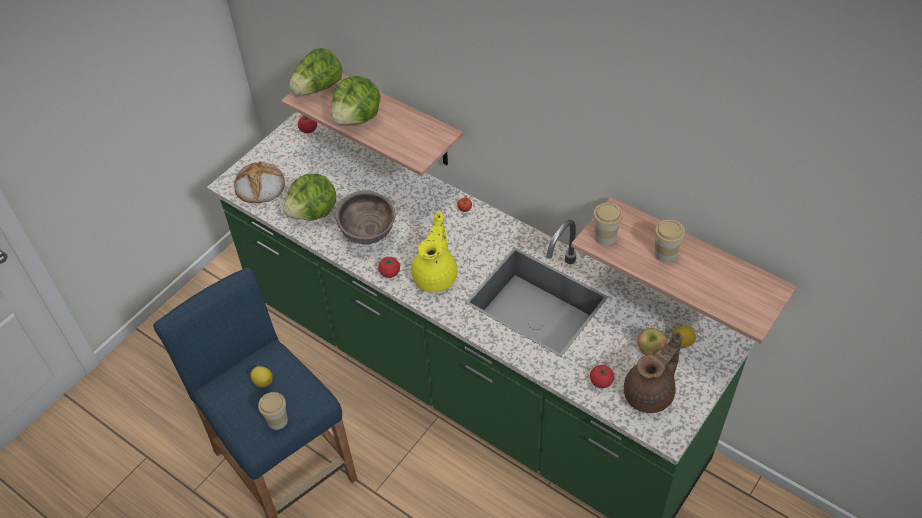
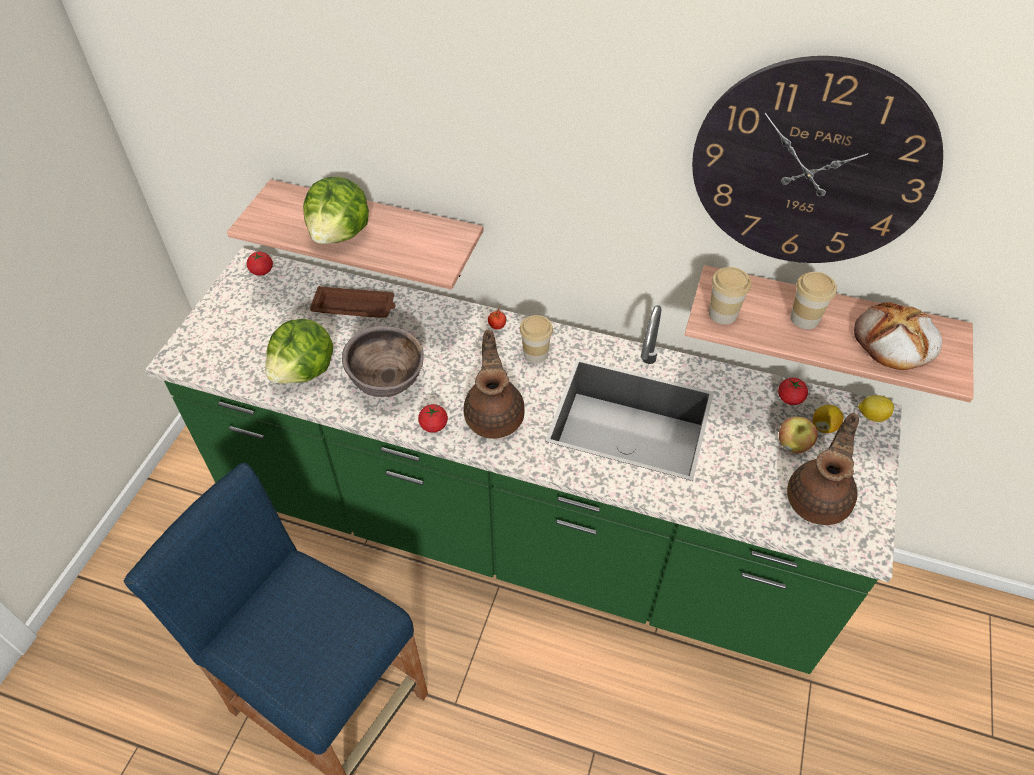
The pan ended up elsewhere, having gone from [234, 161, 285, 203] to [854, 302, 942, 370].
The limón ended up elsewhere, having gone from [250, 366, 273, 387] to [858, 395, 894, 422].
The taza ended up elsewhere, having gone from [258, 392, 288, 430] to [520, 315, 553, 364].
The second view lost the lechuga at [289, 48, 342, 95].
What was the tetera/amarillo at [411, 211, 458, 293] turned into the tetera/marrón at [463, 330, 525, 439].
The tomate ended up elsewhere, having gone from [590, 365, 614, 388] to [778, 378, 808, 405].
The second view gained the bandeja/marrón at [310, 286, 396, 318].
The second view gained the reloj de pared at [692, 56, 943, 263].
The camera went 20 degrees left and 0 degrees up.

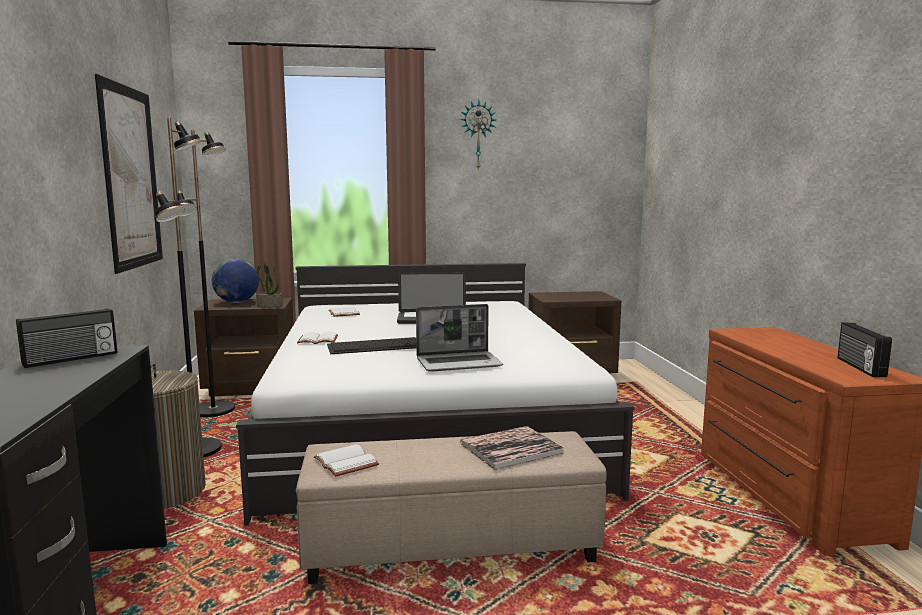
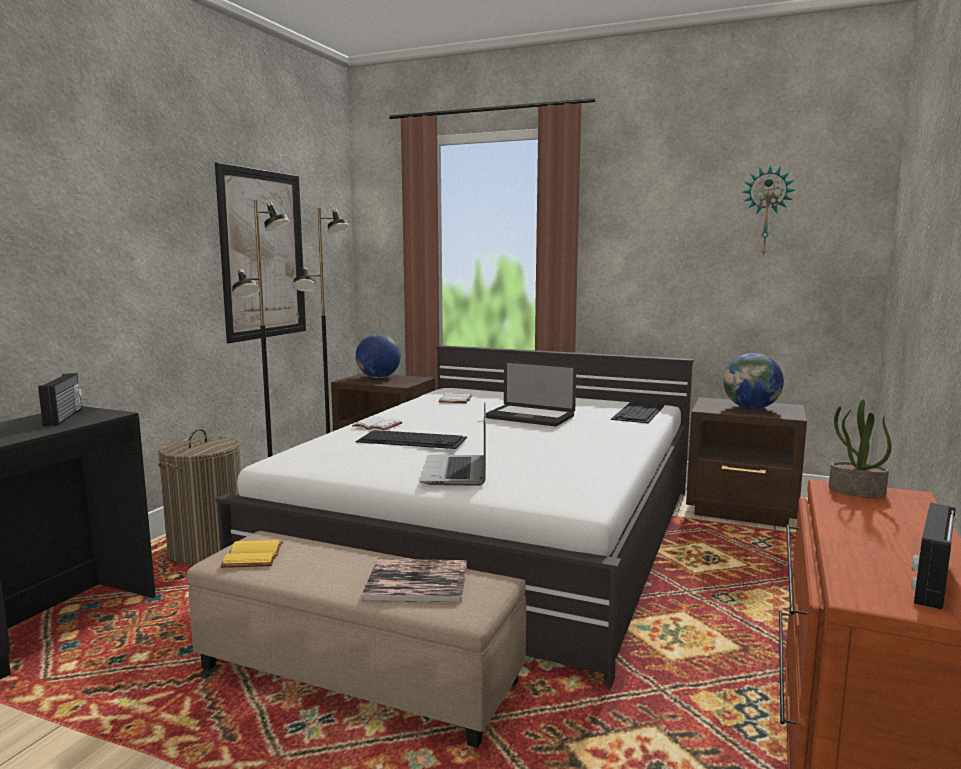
The radio at [16, 308, 117, 368] ended up facing another way, 90 degrees counterclockwise from before.
The planta en maceta ended up elsewhere, having gone from [256, 261, 283, 307] to [829, 399, 892, 497].
What was the libro/blanco at [314, 444, 379, 477] turned into the libro/amarillo at [220, 540, 283, 568].
The portátil at [416, 304, 503, 372] ended up facing another way, 75 degrees clockwise from before.
The reloj de pared ended up elsewhere, having gone from [460, 100, 497, 169] to [743, 165, 795, 257].
The second view gained the teclado at [611, 401, 665, 423].
The second view gained the globo terráqueo at [724, 353, 784, 409].
The camera went 30 degrees right and 0 degrees up.

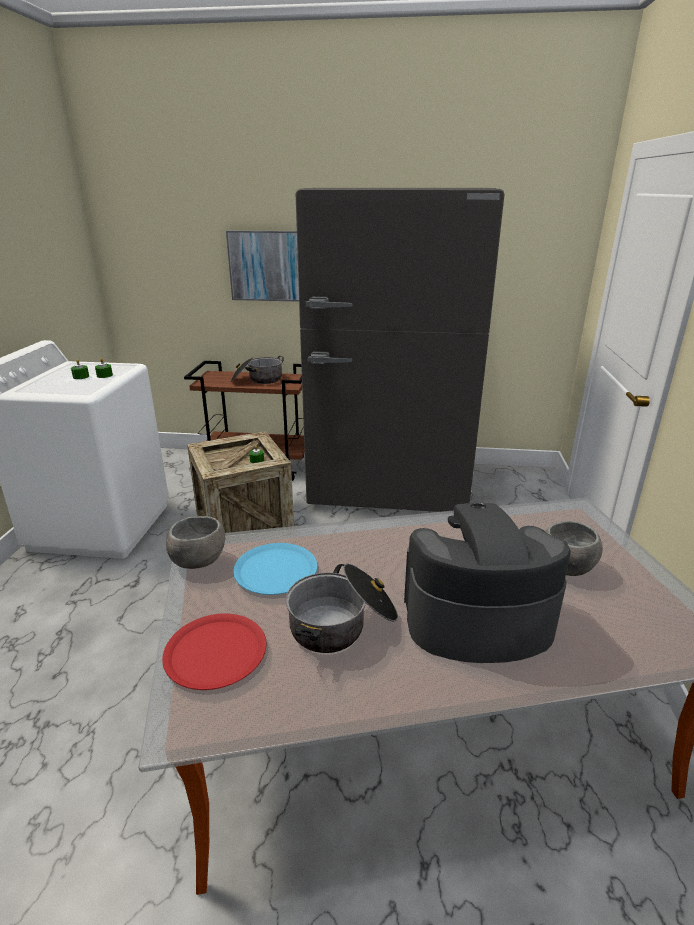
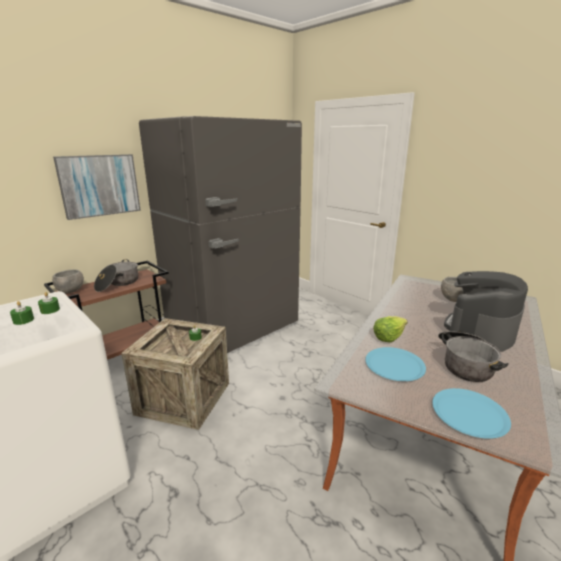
What was the plato/rojo at [162, 614, 266, 690] turned into the plato/azul at [432, 388, 511, 439].
The cuenco/gris ended up elsewhere, having gone from [166, 516, 225, 569] to [52, 269, 84, 293].
The second view gained the lechuga at [373, 316, 408, 342].
The camera went 50 degrees left and 5 degrees down.

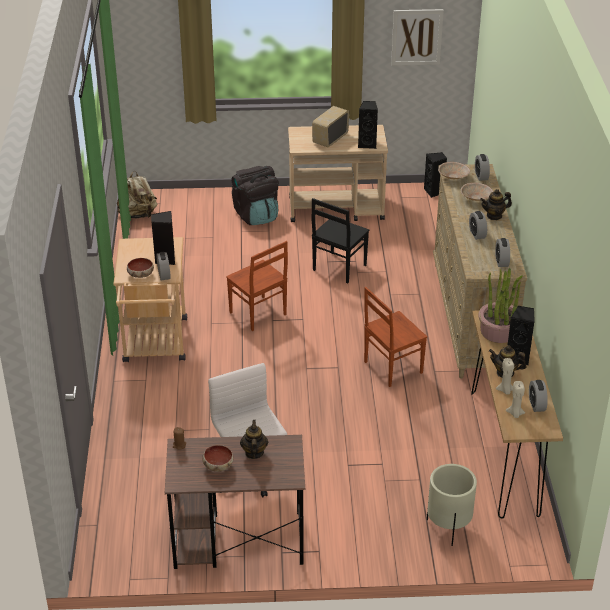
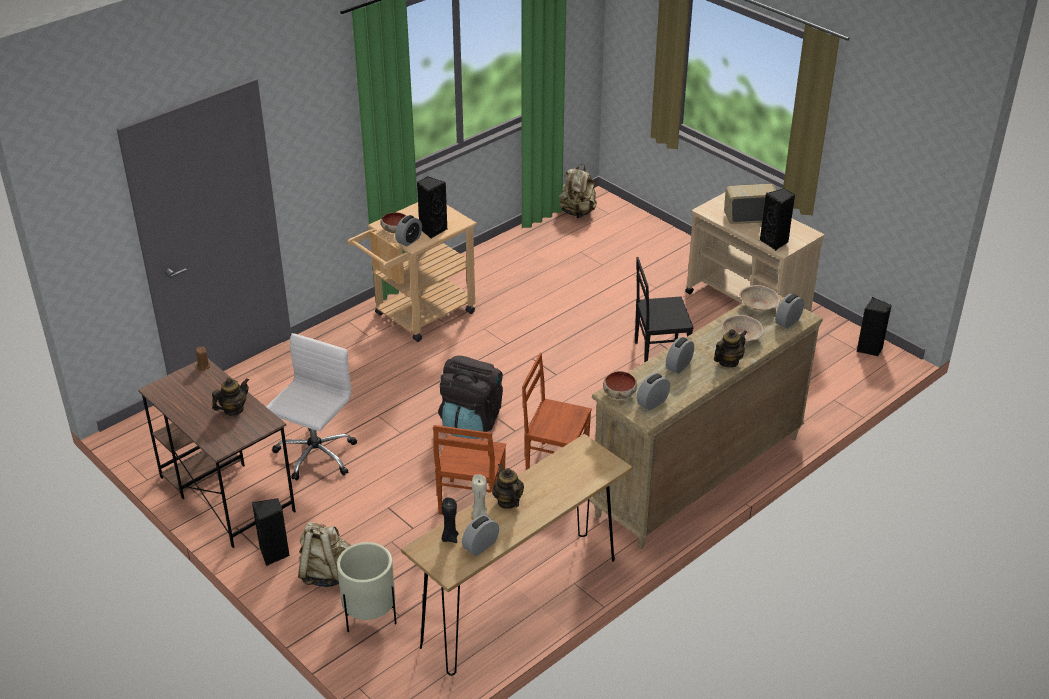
The cuenco ended up elsewhere, having gone from [202, 445, 234, 472] to [603, 371, 637, 399].
The silla/marrón ended up elsewhere, having gone from [226, 241, 288, 331] to [433, 425, 506, 515].
The mochila/negro ended up elsewhere, having gone from [232, 166, 279, 225] to [438, 355, 503, 439].
The second view lost the cuadro at [391, 9, 444, 66].
The second view lost the planta en maceta at [478, 268, 523, 343].
The tetera at [480, 189, 512, 220] ended up facing another way, 105 degrees clockwise from before.
What was the vela/beis at [506, 381, 525, 418] turned into the vela/negro at [442, 497, 459, 543].
The altavoz/negro ended up elsewhere, having gone from [508, 306, 535, 365] to [252, 498, 290, 566].
The second view gained the mochila/beis at [298, 522, 351, 587].
The camera went 50 degrees right and 0 degrees up.

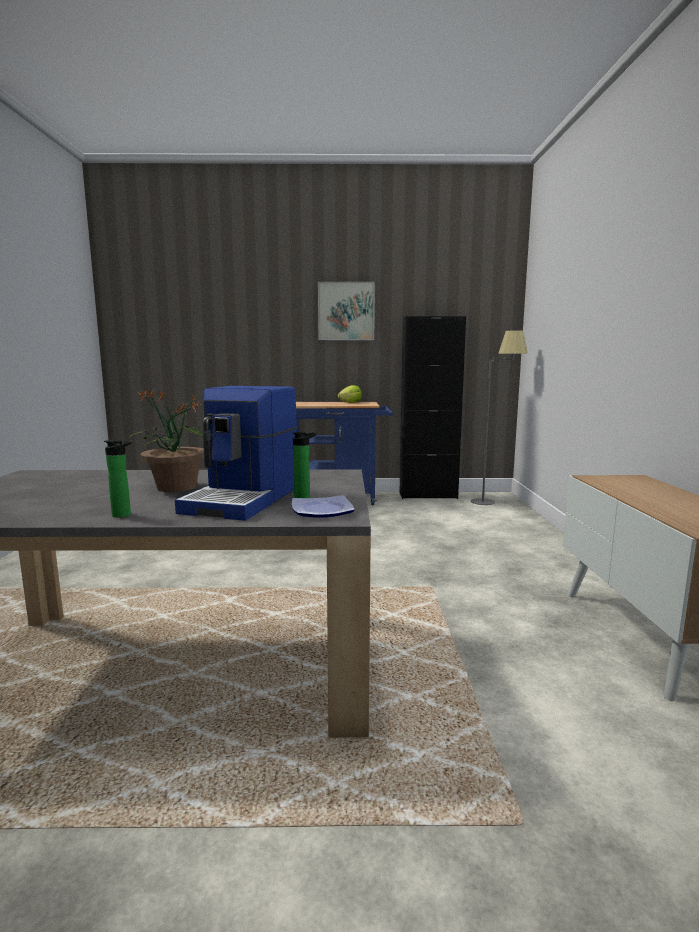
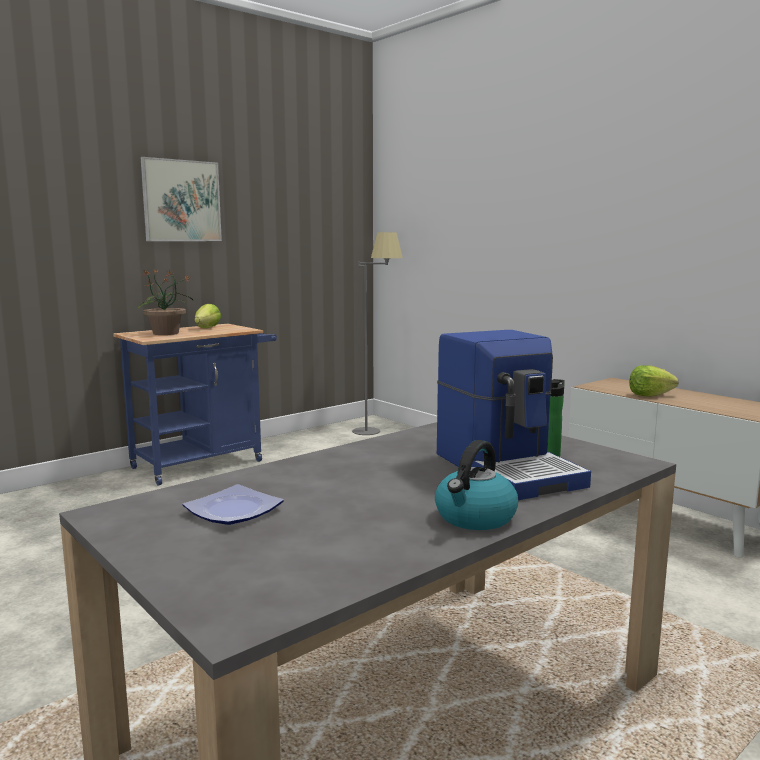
Where the botella stood at [104, 440, 132, 518], the hervidor came to stand at [435, 440, 518, 530].
The planta en maceta ended up elsewhere, having gone from [129, 389, 204, 492] to [138, 269, 193, 335].
The plato ended up elsewhere, having gone from [292, 495, 355, 518] to [183, 484, 284, 525].
The second view lost the armario/negro at [399, 316, 466, 499].
The second view gained the lechuga at [629, 365, 679, 397].
The camera went 40 degrees left and 0 degrees up.

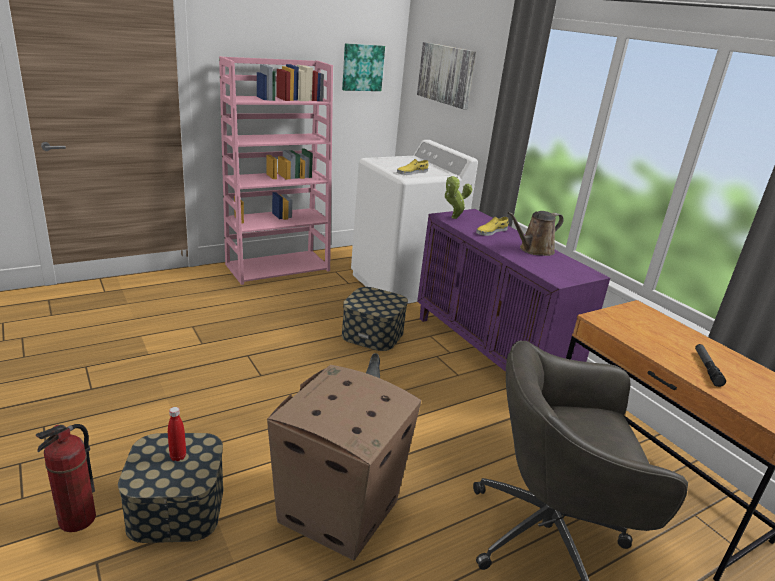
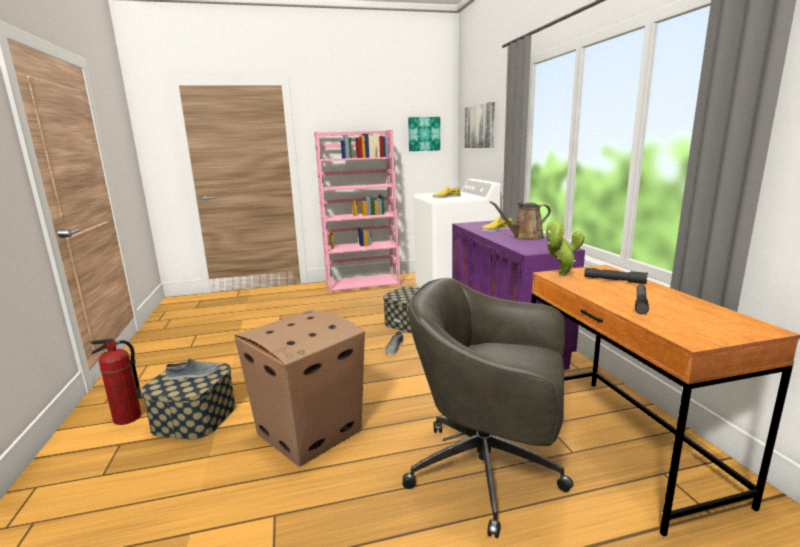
Where the botella/rojo stood at [168, 407, 186, 461], the zapato/gris came to stand at [166, 358, 219, 380].
The planta en maceta ended up elsewhere, having gone from [445, 176, 472, 219] to [546, 221, 585, 276].
The second view gained the linterna/gris at [584, 268, 648, 284].
The camera went 20 degrees right and 10 degrees down.

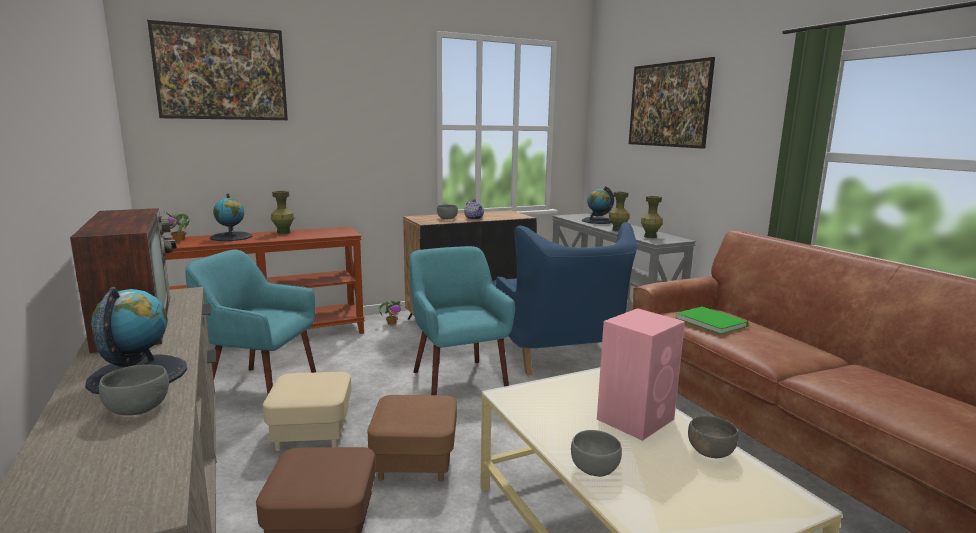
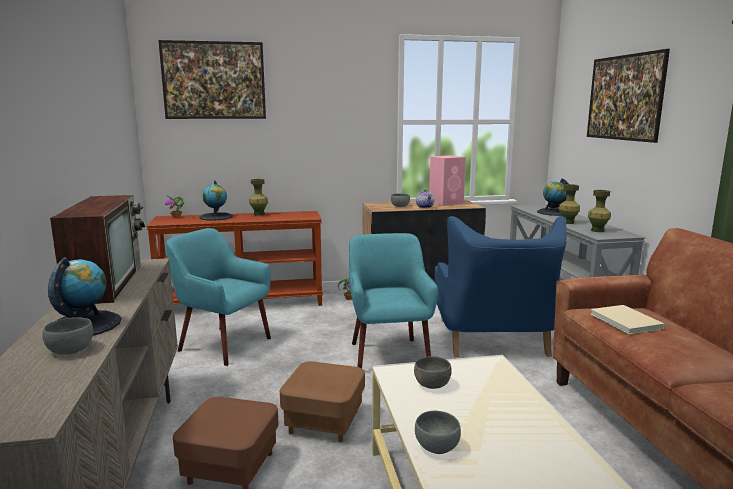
The second view lost the puf/beis at [263, 372, 352, 451].
The altavoz/rosa ended up elsewhere, having gone from [597, 308, 685, 441] to [429, 155, 466, 206].
What was the libro/verde at [676, 307, 748, 334] turned into the libro/beis at [591, 305, 665, 334].
The cuenco/gris ended up elsewhere, having gone from [688, 415, 738, 458] to [414, 356, 452, 389].
The camera went 15 degrees right and 0 degrees up.

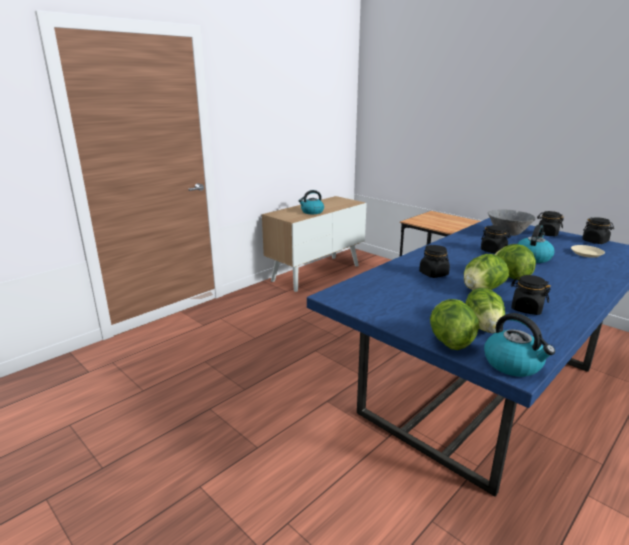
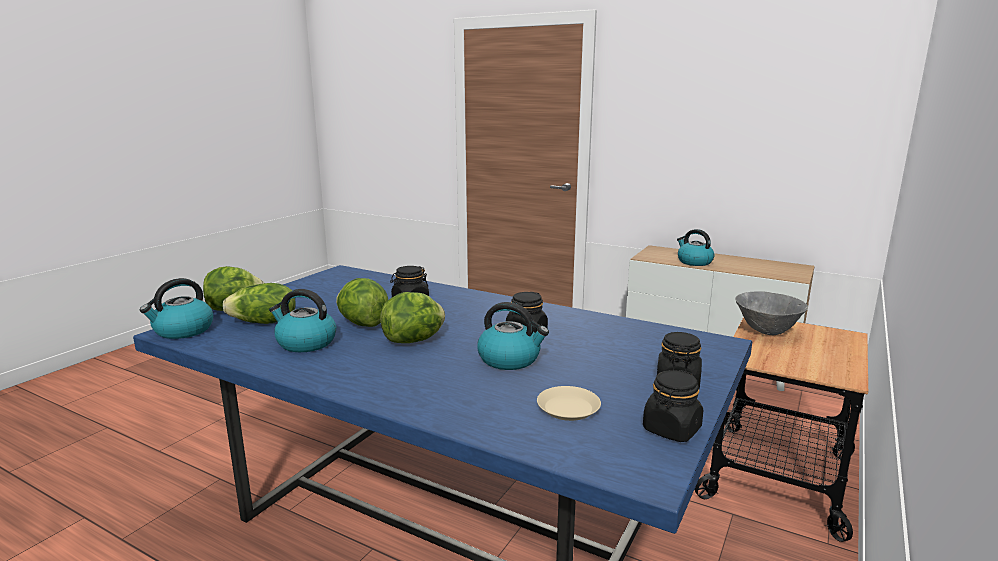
The cuenco/gris ended up elsewhere, having gone from [488, 209, 536, 236] to [735, 291, 808, 335].
Where the tarro/negro stood at [511, 275, 551, 315], the hervidor came to stand at [269, 289, 337, 352].
The camera went 75 degrees right and 5 degrees down.

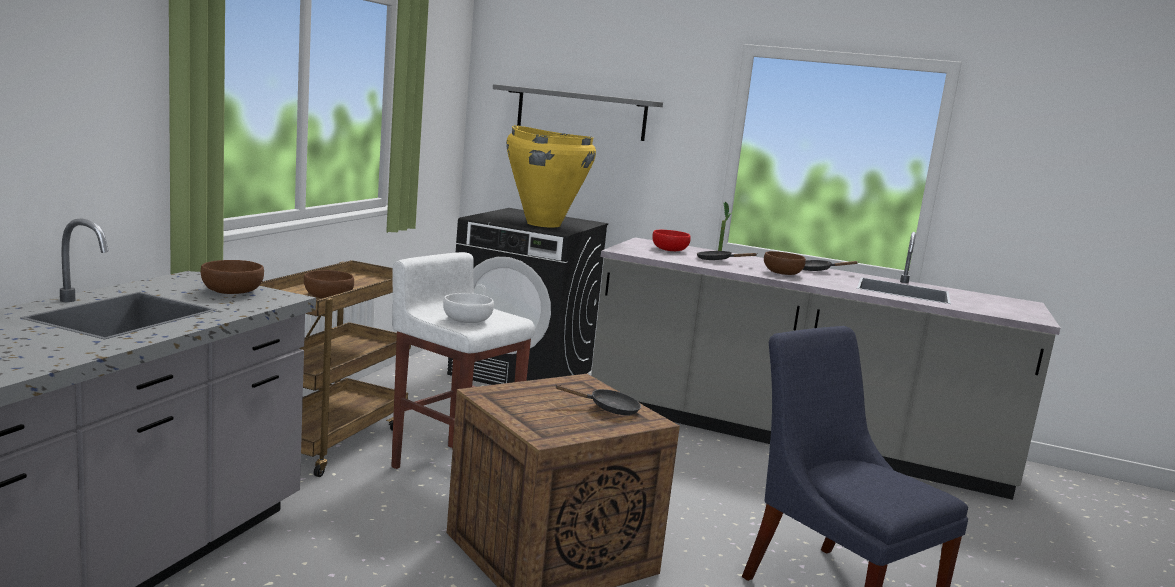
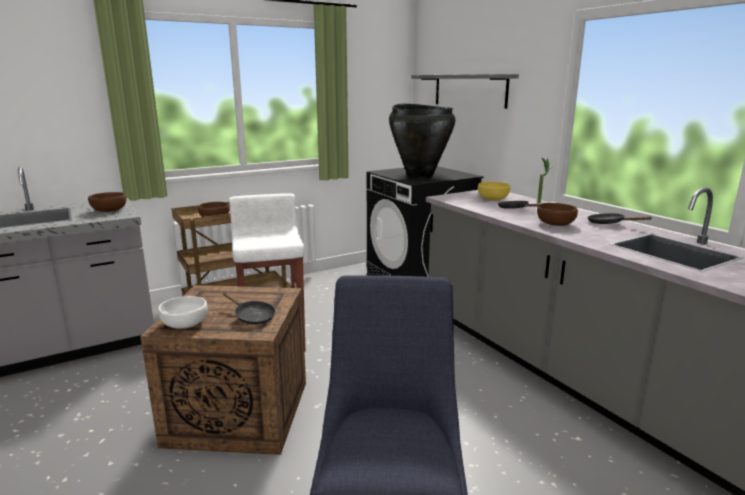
The cuenco/blanco ended up elsewhere, having gone from [443, 293, 494, 323] to [158, 296, 208, 329].
What was the florero/amarillo at [506, 125, 596, 228] turned into the florero/negro at [389, 103, 455, 179].
What was the cuenco/rojo at [652, 230, 691, 251] turned into the cuenco/amarillo at [478, 182, 510, 200].
The camera went 40 degrees right and 5 degrees up.

